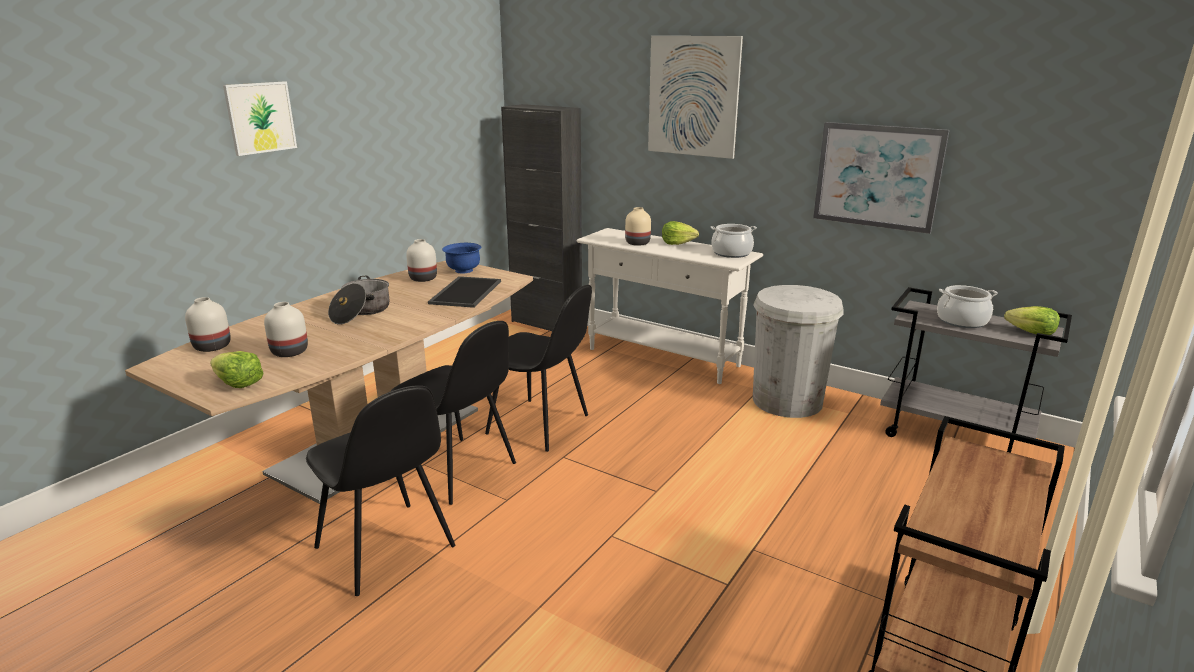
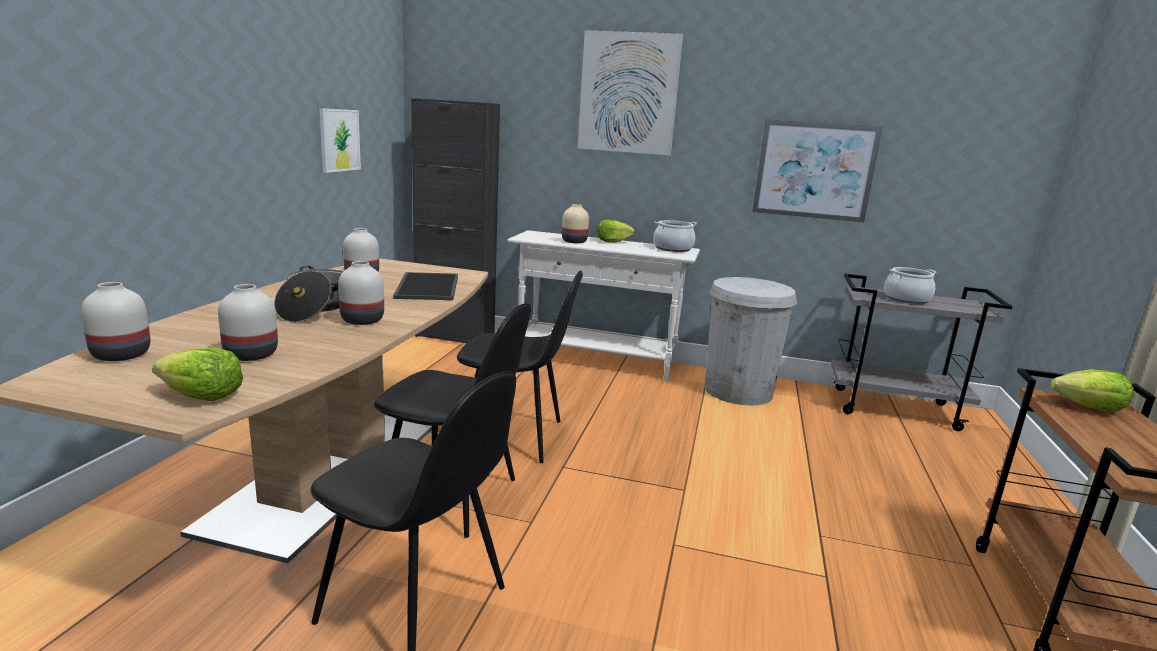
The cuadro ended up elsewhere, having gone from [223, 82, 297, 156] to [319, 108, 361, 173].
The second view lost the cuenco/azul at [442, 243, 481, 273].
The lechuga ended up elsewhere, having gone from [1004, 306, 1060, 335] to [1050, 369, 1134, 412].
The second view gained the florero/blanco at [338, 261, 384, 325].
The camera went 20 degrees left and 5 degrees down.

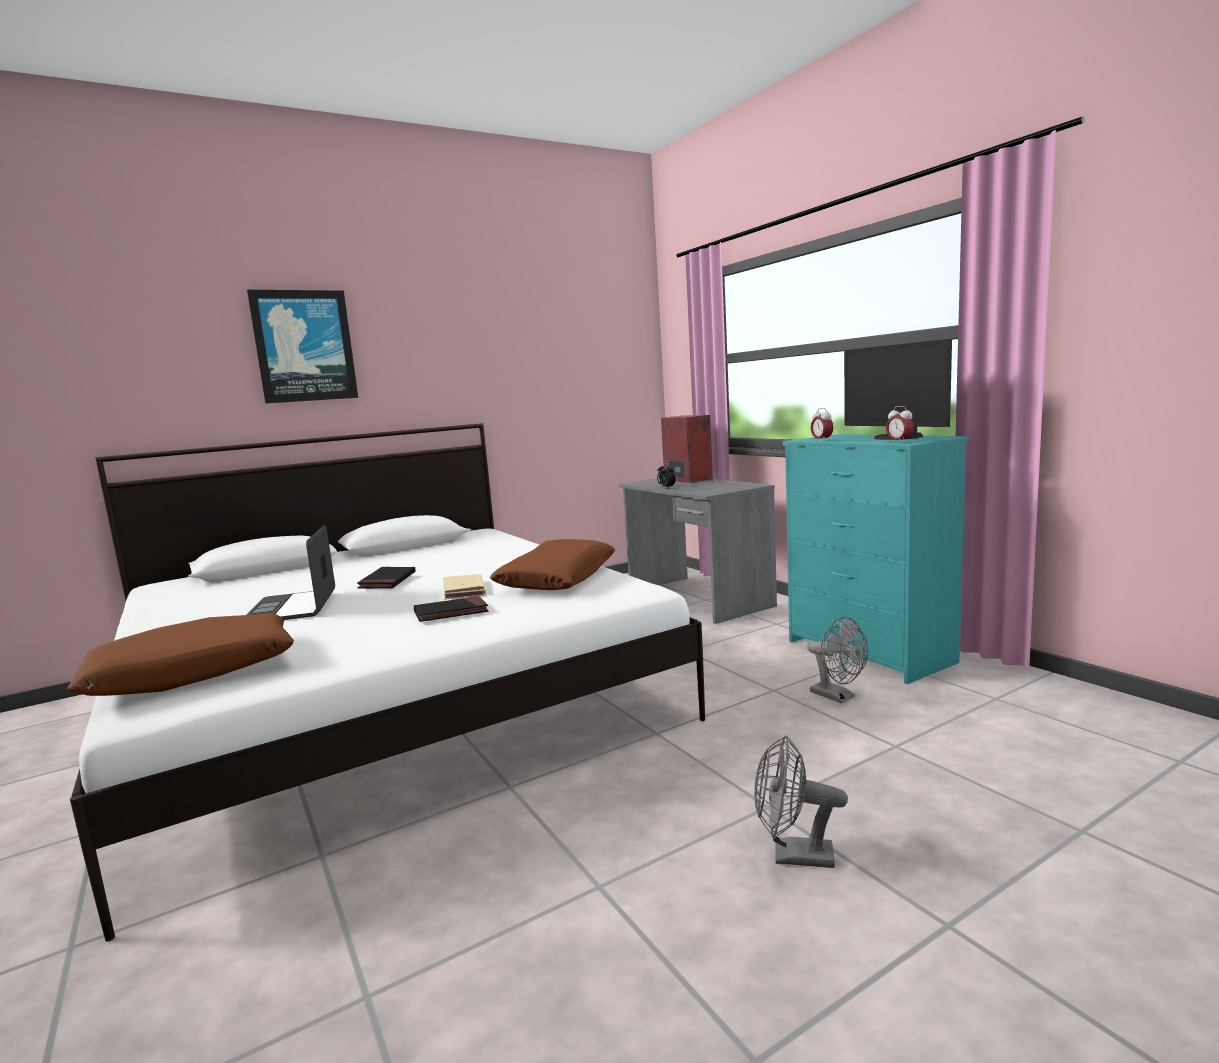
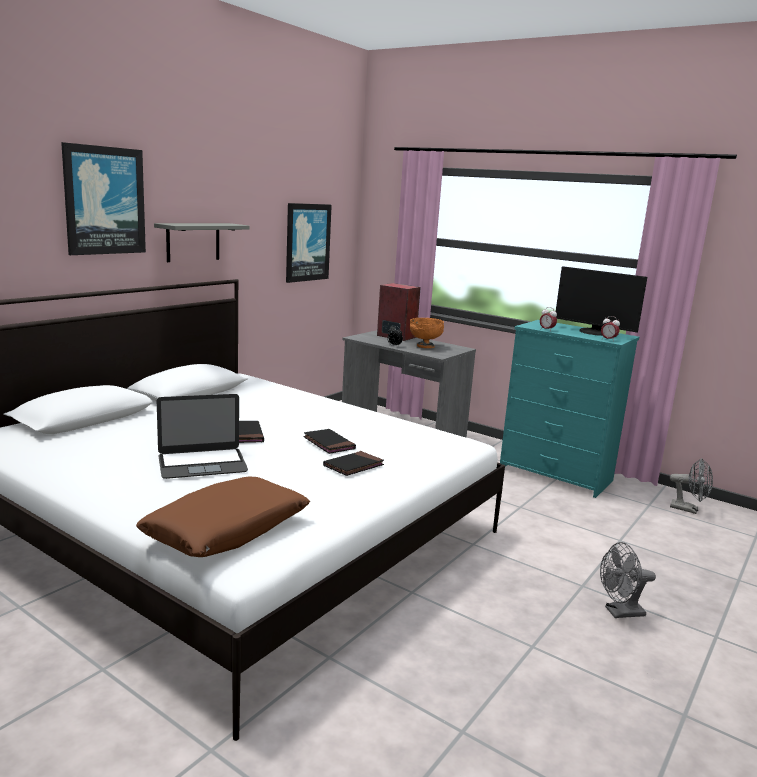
The portátil at [246, 525, 335, 620] ended up facing another way, 75 degrees counterclockwise from before.
What was the libro/beis at [443, 574, 486, 600] turned into the libro/negro at [303, 429, 356, 454].
The second view lost the cojín/marrón at [490, 539, 615, 590].
The ventilador/gris ended up elsewhere, having gone from [807, 617, 868, 703] to [670, 458, 713, 514].
The second view gained the estante/gris at [154, 223, 250, 262].
The second view gained the cuadro at [286, 203, 332, 283].
The second view gained the cuenco/naranja at [410, 318, 444, 348].
The camera went 25 degrees left and 5 degrees up.

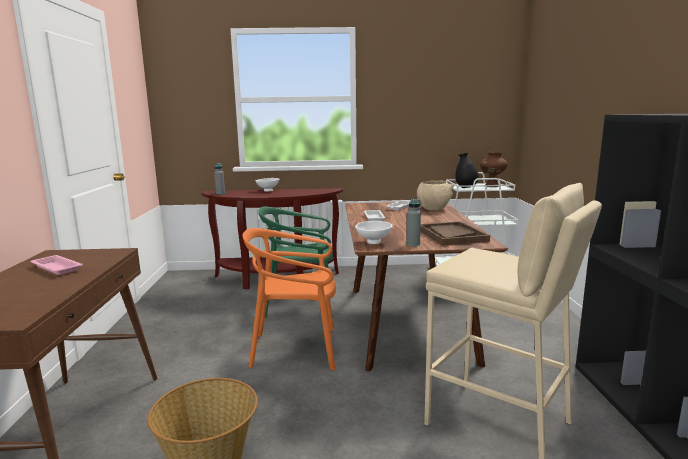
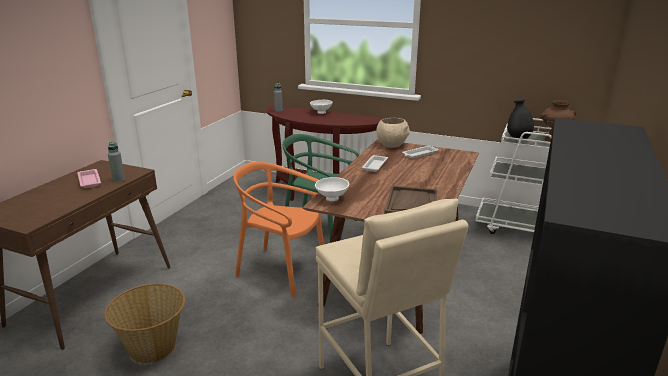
The botella/gris ended up elsewhere, having gone from [406, 199, 421, 246] to [108, 142, 125, 182].
The cuenco/beis ended up elsewhere, having gone from [417, 181, 454, 210] to [376, 118, 410, 148].
The camera went 25 degrees right and 10 degrees up.

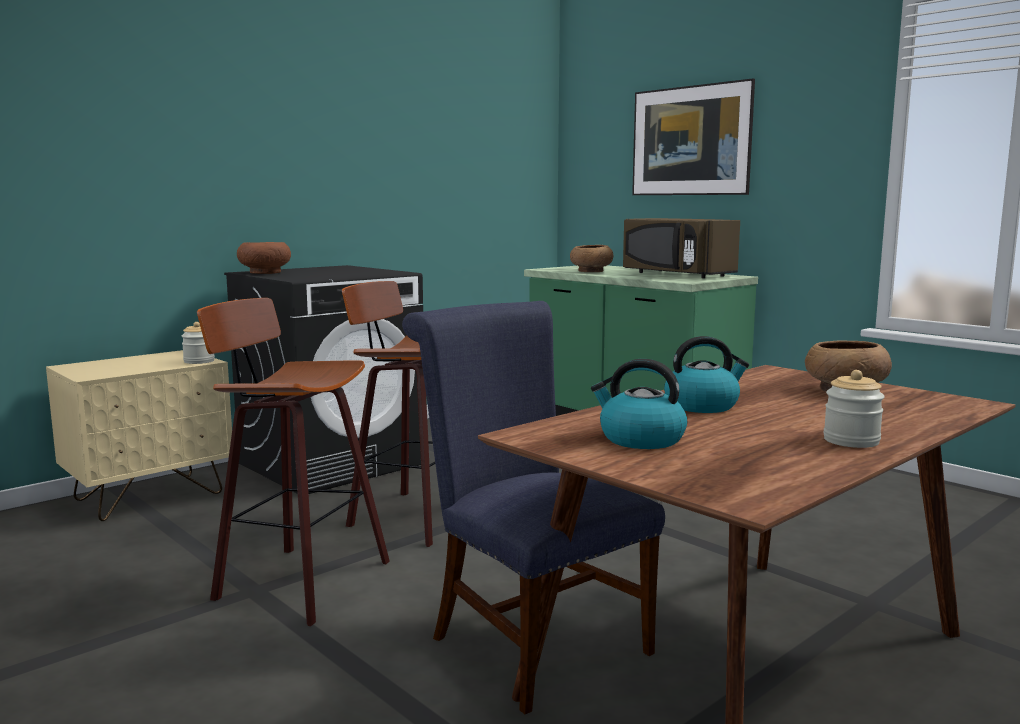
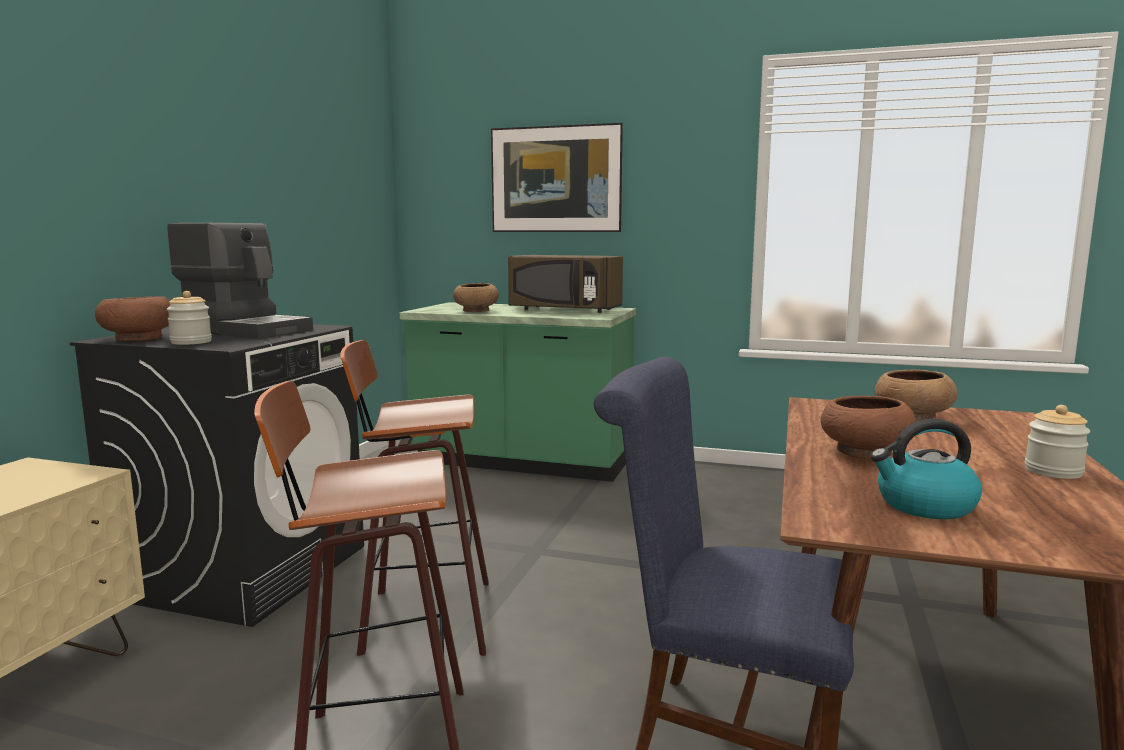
The tarro ended up elsewhere, having gone from [182, 322, 215, 364] to [167, 291, 212, 345].
Where the hervidor stood at [664, 336, 749, 413], the cuenco/marrón came to stand at [821, 396, 916, 459].
The second view gained the cafetera at [167, 223, 313, 338].
The camera went 30 degrees left and 0 degrees up.

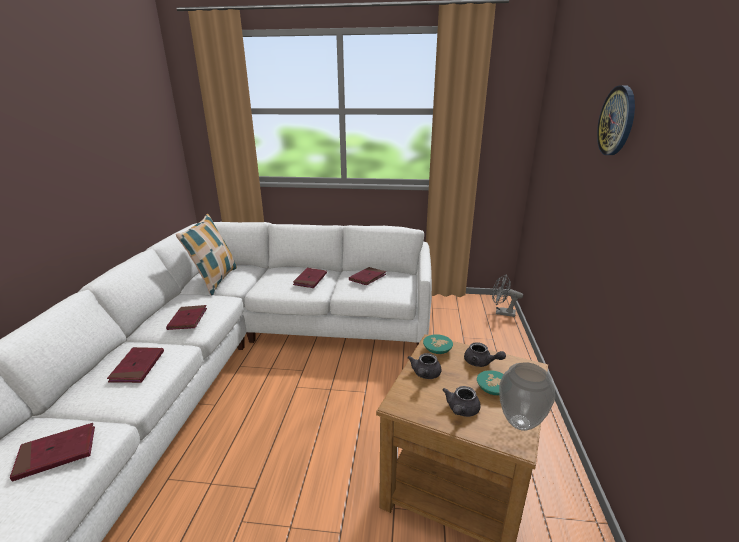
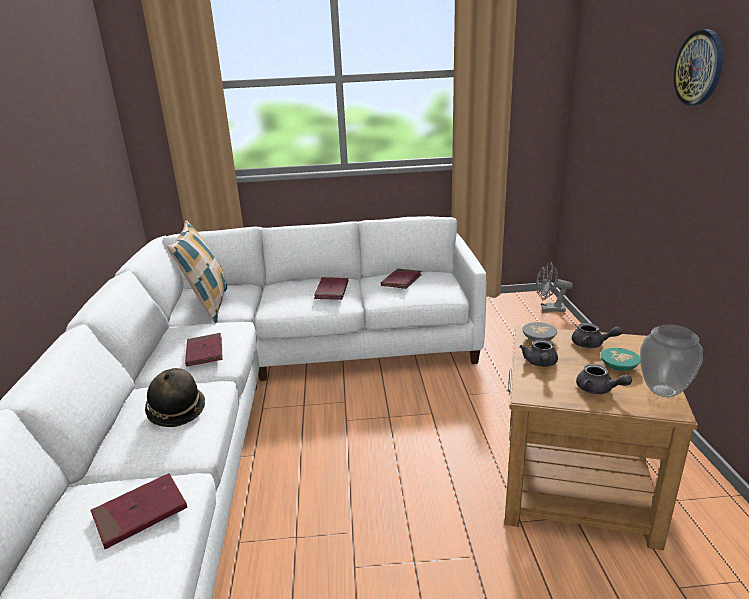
Where the libro/rojo stood at [107, 347, 164, 383], the sombrero came to stand at [145, 368, 205, 427].
What was the cuenco/turquesa at [423, 334, 453, 354] turned into the cuenco/gris at [522, 322, 557, 341].
The tetera/gris at [442, 386, 481, 417] ended up facing another way, 60 degrees counterclockwise from before.
The camera went 10 degrees left and 0 degrees up.

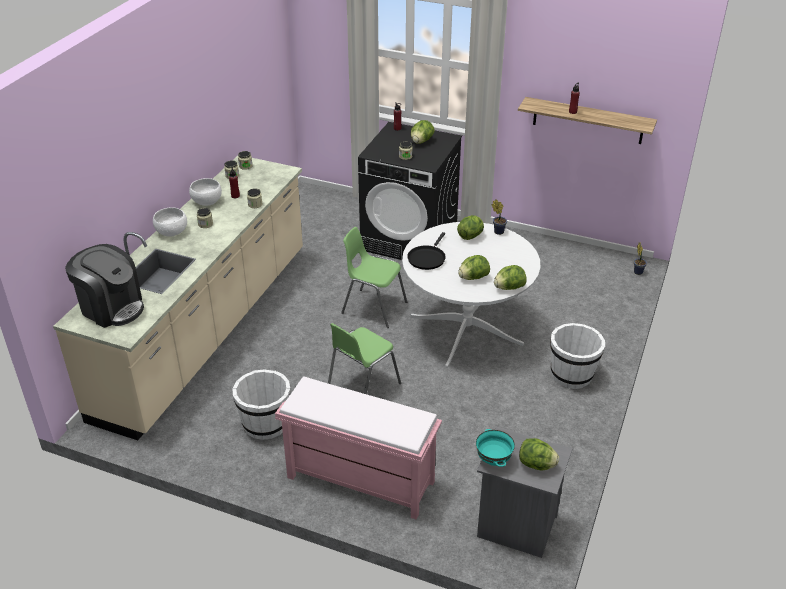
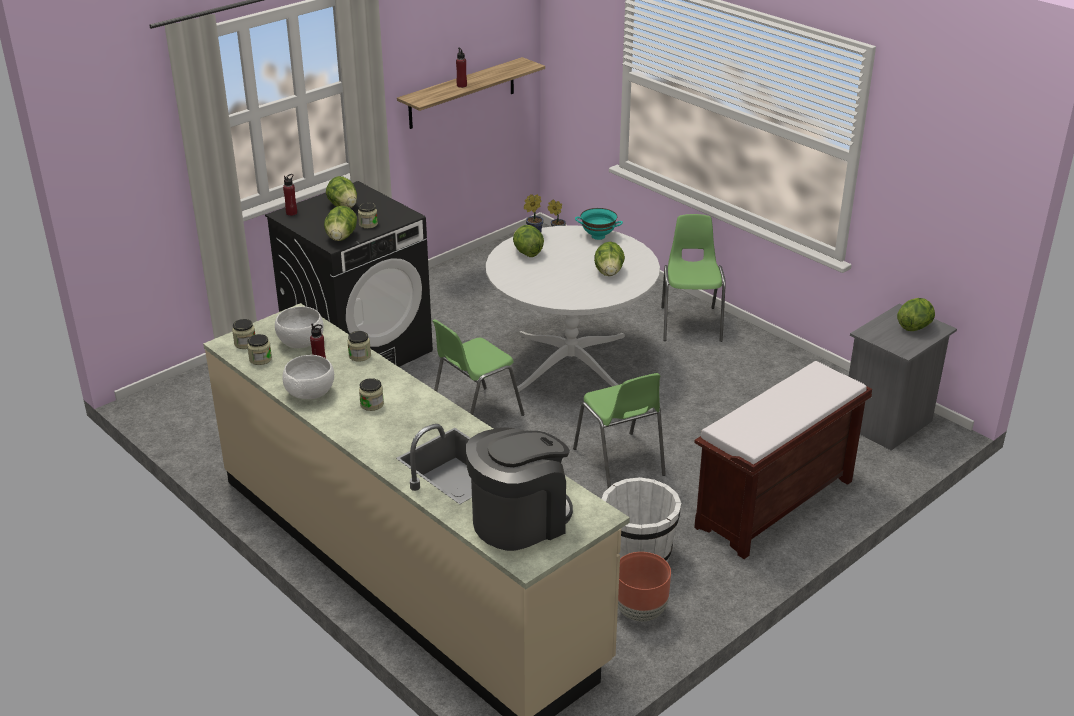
The cuenco/blanco ended up elsewhere, having gone from [153, 207, 187, 237] to [275, 306, 324, 348].
What was the banco/rosa at [275, 376, 442, 520] turned into the banco/marrón at [694, 361, 872, 559].
The second view lost the sartén/negro at [407, 232, 446, 270].
The cuenco/turquesa ended up elsewhere, having gone from [476, 429, 515, 467] to [575, 208, 623, 240].
The lechuga ended up elsewhere, having gone from [494, 265, 527, 290] to [324, 206, 357, 241].
Where the cubo/blanco stood at [550, 323, 605, 389], the silla/verde came to stand at [661, 214, 726, 342].
The second view gained the maceta/marrón at [618, 552, 671, 621].
The camera went 65 degrees left and 5 degrees down.

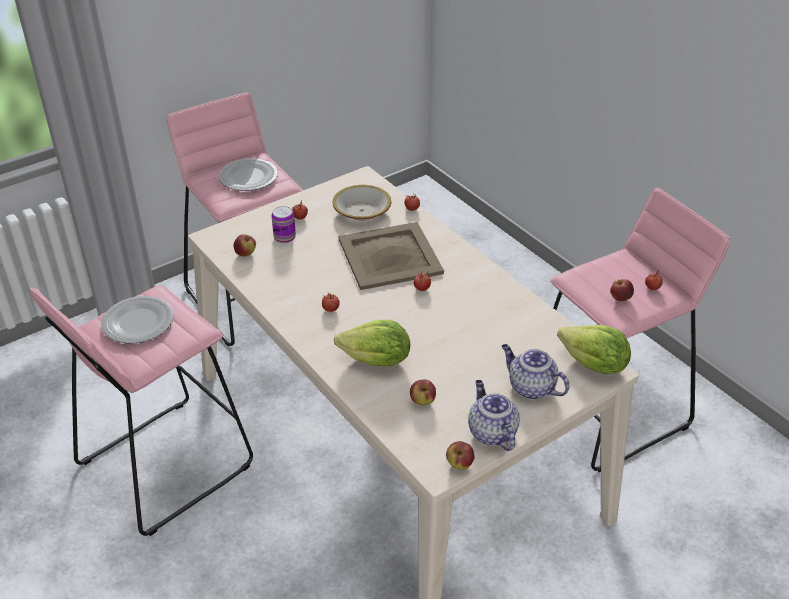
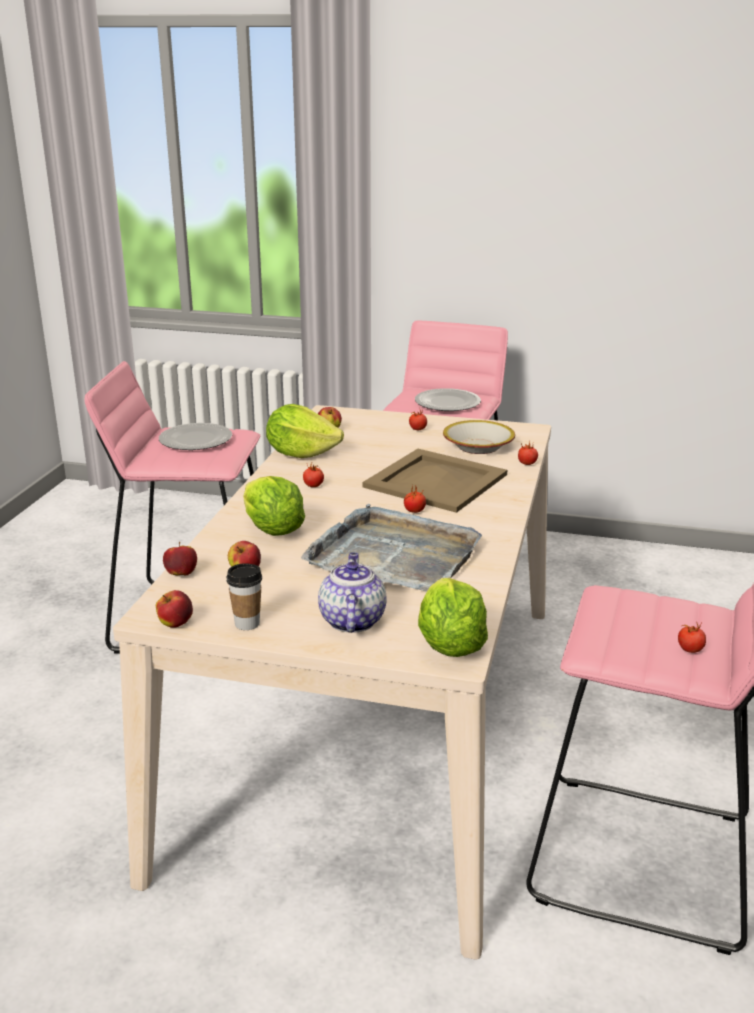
The second view lost the lata at [271, 206, 296, 243].
Where the tetera stood at [468, 380, 520, 451], the taza came to stand at [227, 564, 262, 630].
The manzana ended up elsewhere, having gone from [610, 279, 634, 301] to [163, 542, 197, 576].
The second view gained the lechuga at [266, 404, 344, 458].
The second view gained the bandeja/gris at [301, 504, 482, 592].
The camera went 50 degrees right and 15 degrees down.

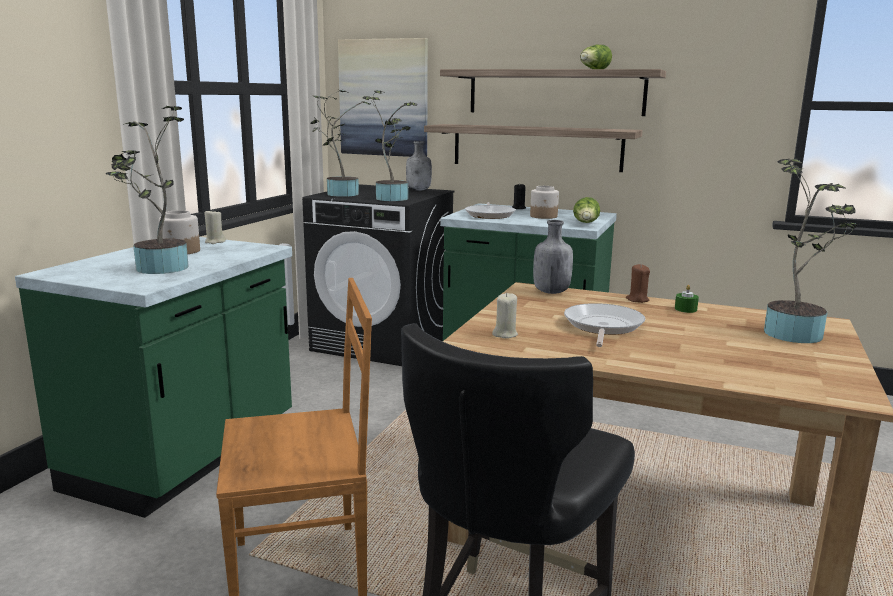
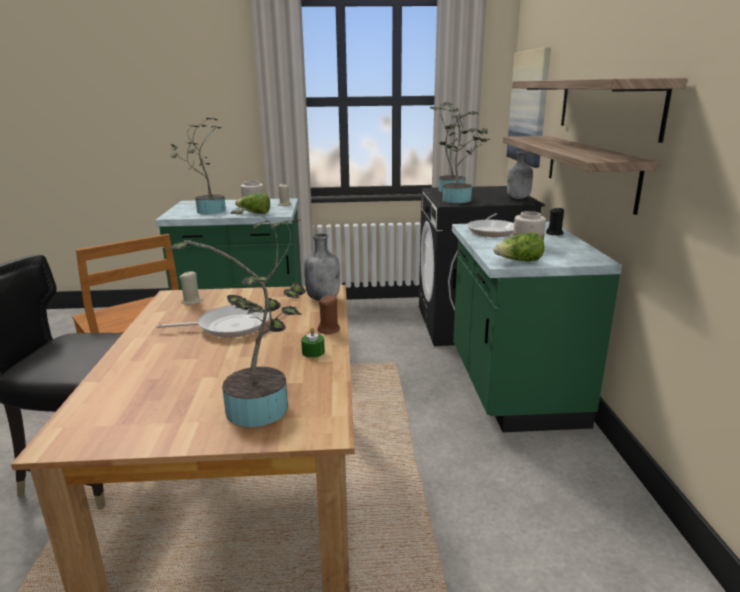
The lechuga ended up elsewhere, having gone from [580, 44, 612, 69] to [235, 193, 270, 214].
The camera went 65 degrees right and 5 degrees up.

